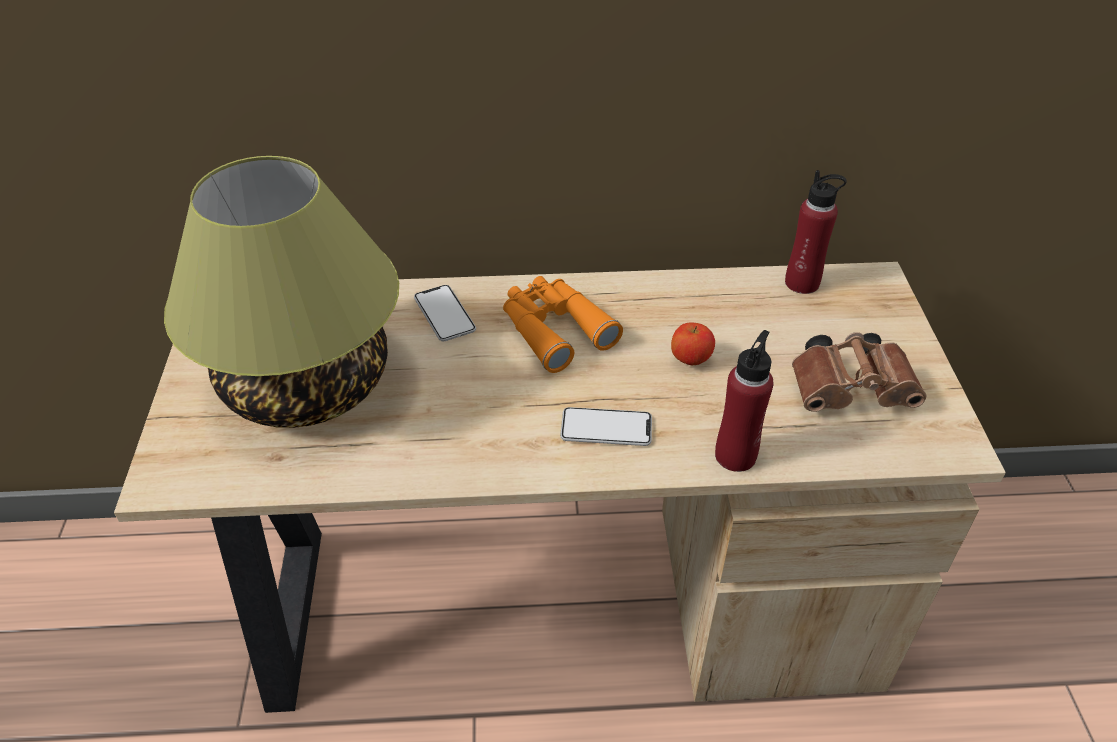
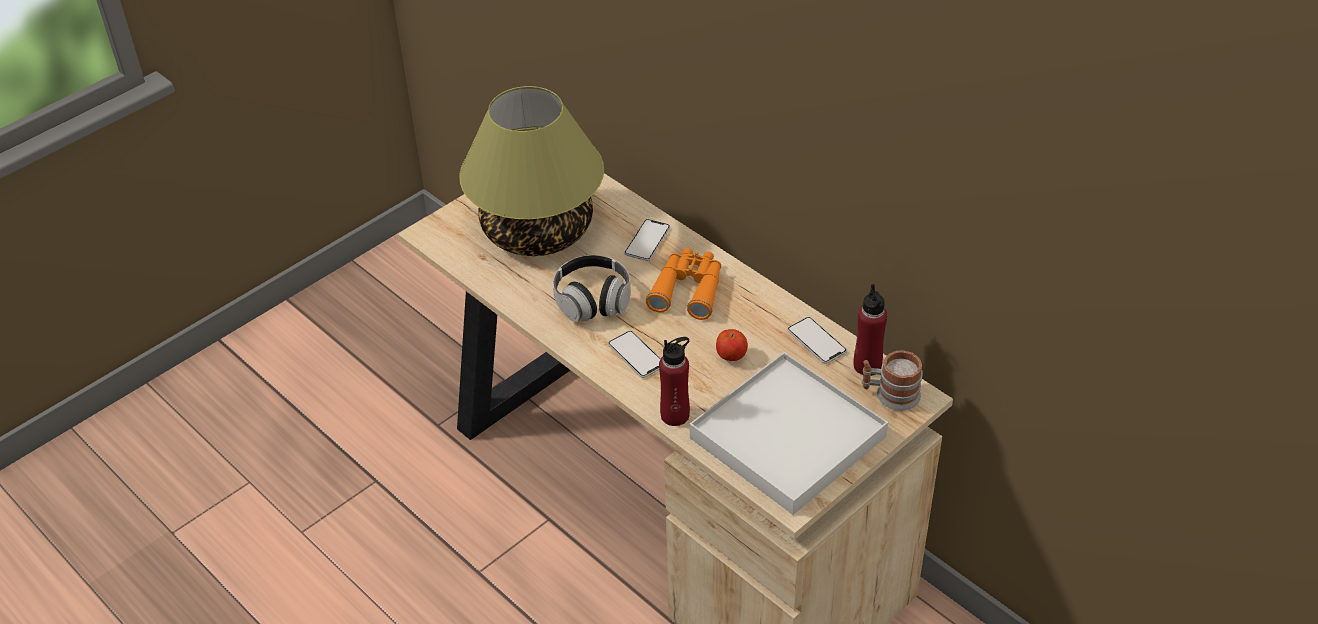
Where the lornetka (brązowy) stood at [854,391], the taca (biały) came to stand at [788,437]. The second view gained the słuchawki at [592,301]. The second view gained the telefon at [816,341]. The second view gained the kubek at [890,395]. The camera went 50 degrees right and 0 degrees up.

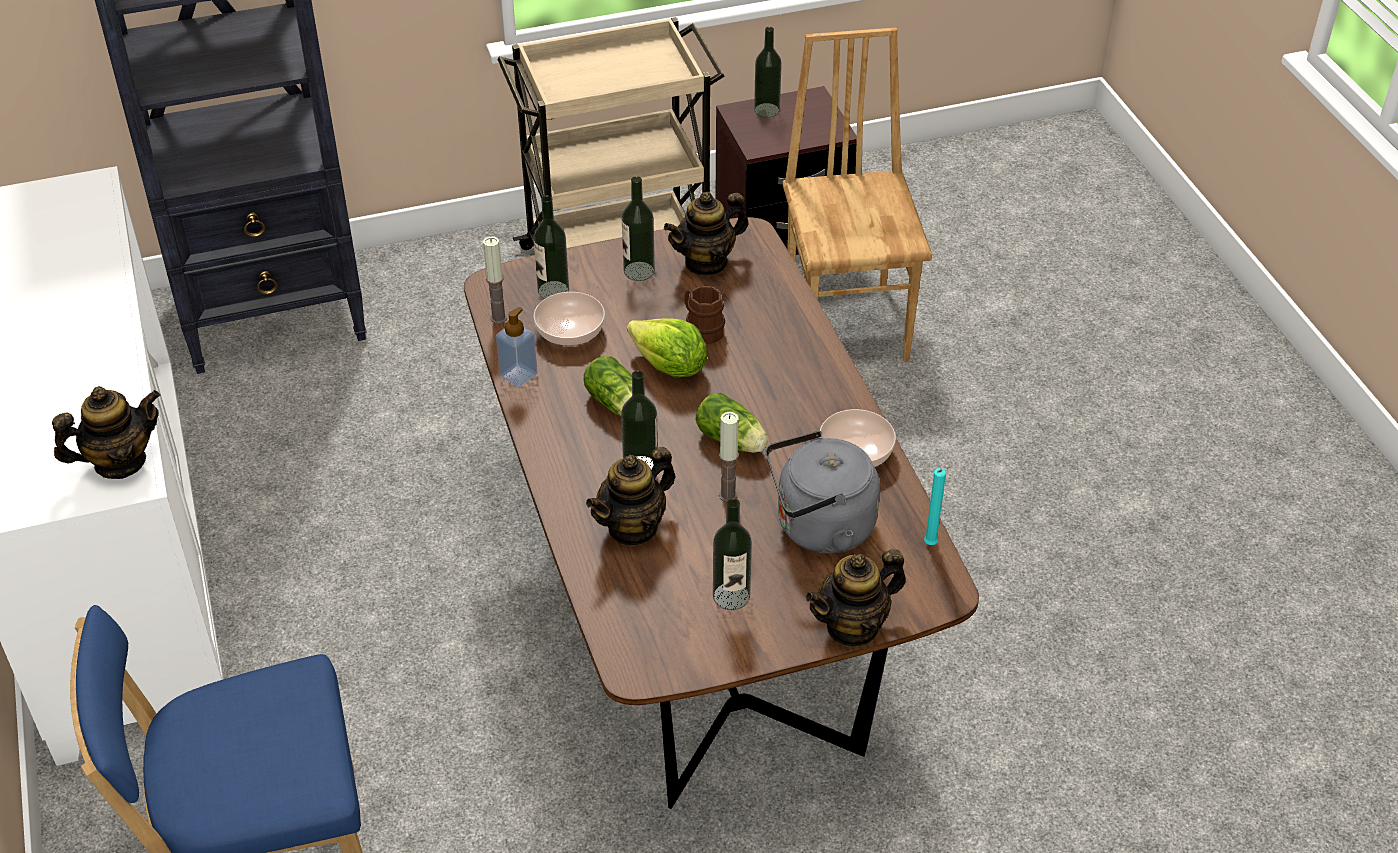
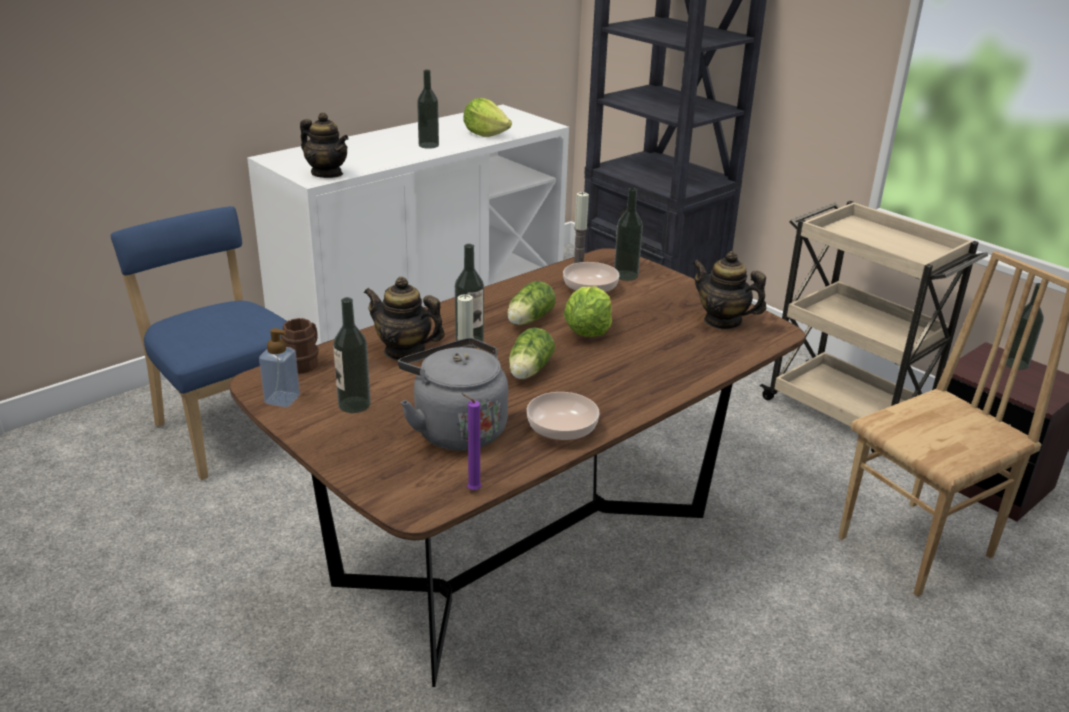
The butelka ended up elsewhere, having gone from [639,271] to [428,145]. The kubek (brązowy) ended up elsewhere, having gone from [701,329] to [304,362]. The dozownik mydła ended up elsewhere, having gone from [518,375] to [282,399]. What was the świeca (turkusowy) at [929,545] turned into the świeca (fioletowy) at [471,490]. The second view lost the imbryk at [853,626]. The second view gained the sałata at [485,134]. The camera went 65 degrees right and 15 degrees down.

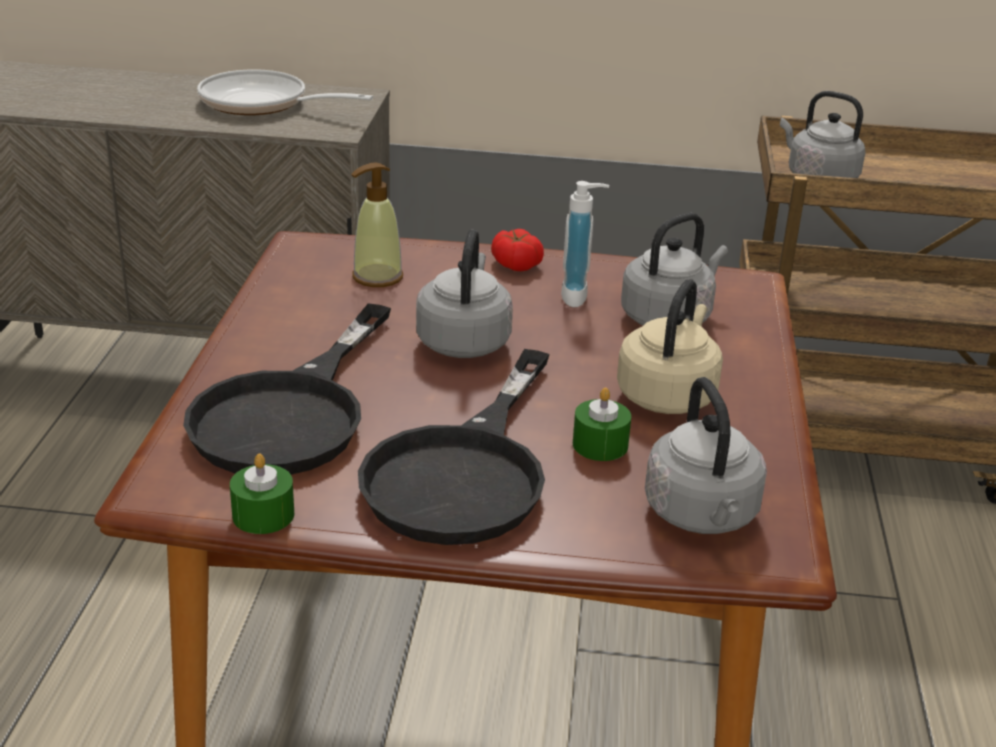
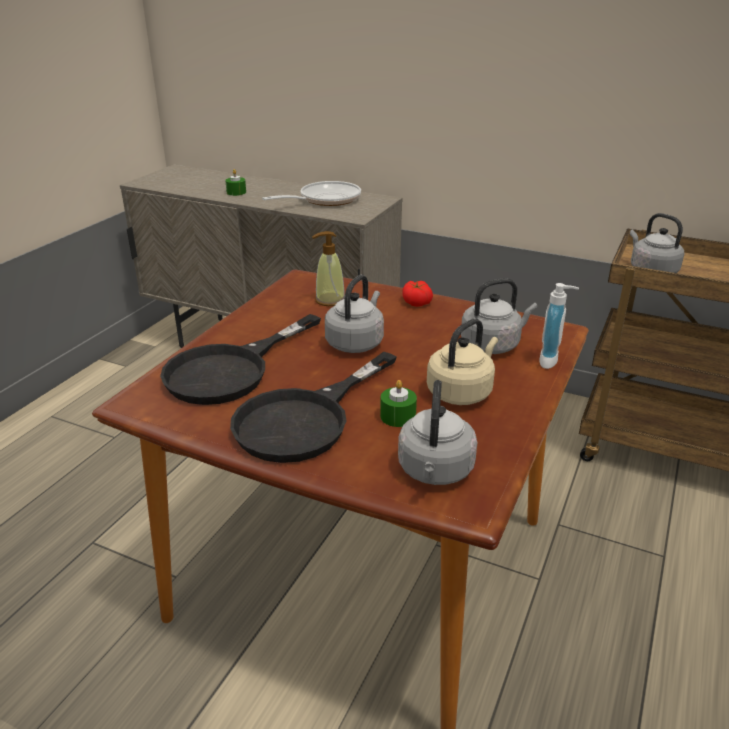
The patelnia at [262,104] ended up facing another way, 105 degrees clockwise from before. The dozownik mydła ended up elsewhere, having gone from [580,296] to [552,361]. The świeca (zielony) ended up elsewhere, having gone from [263,515] to [236,192]. The camera went 20 degrees right and 0 degrees up.

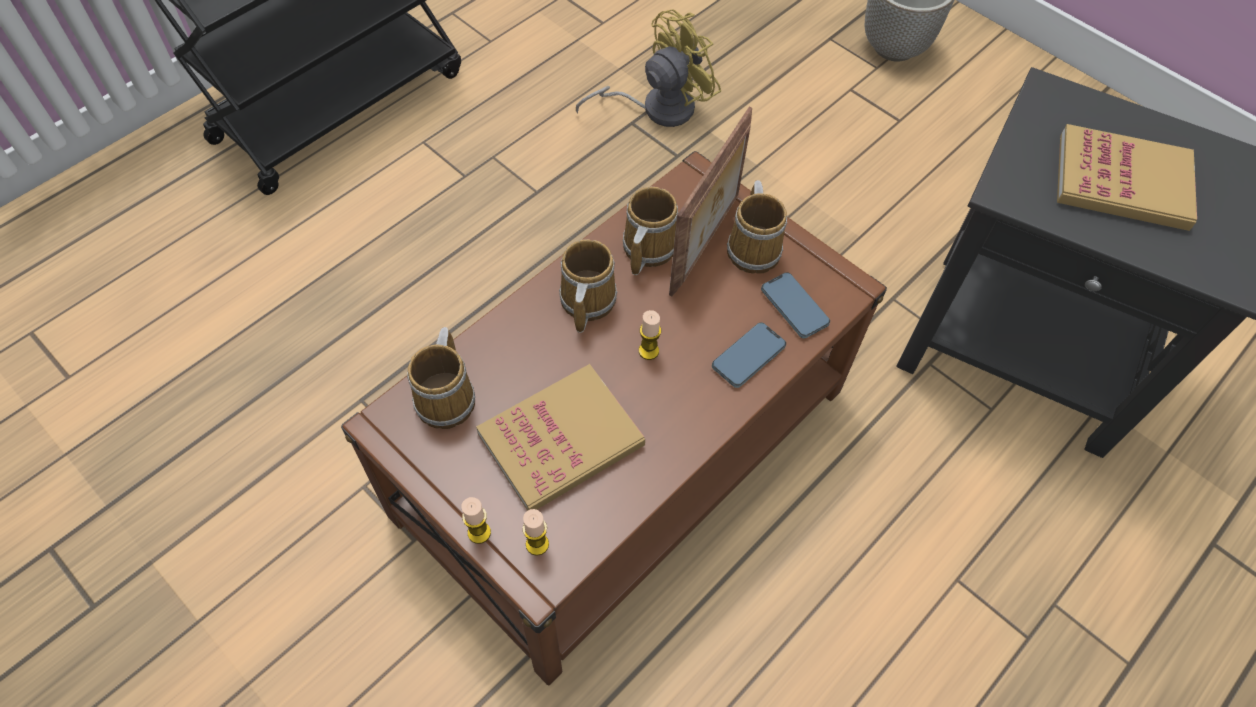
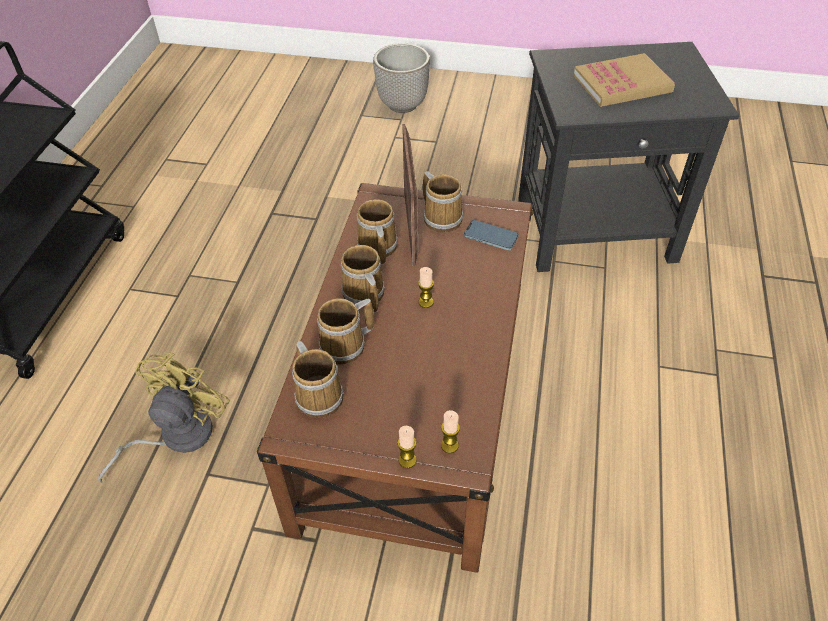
The wentylator (żółty) ended up elsewhere, having gone from [657,108] to [176,436]. The second view lost the telefon at [748,357]. The second view lost the książka at [561,440]. The second view gained the kubek at [346,346]. The camera went 30 degrees left and 10 degrees down.

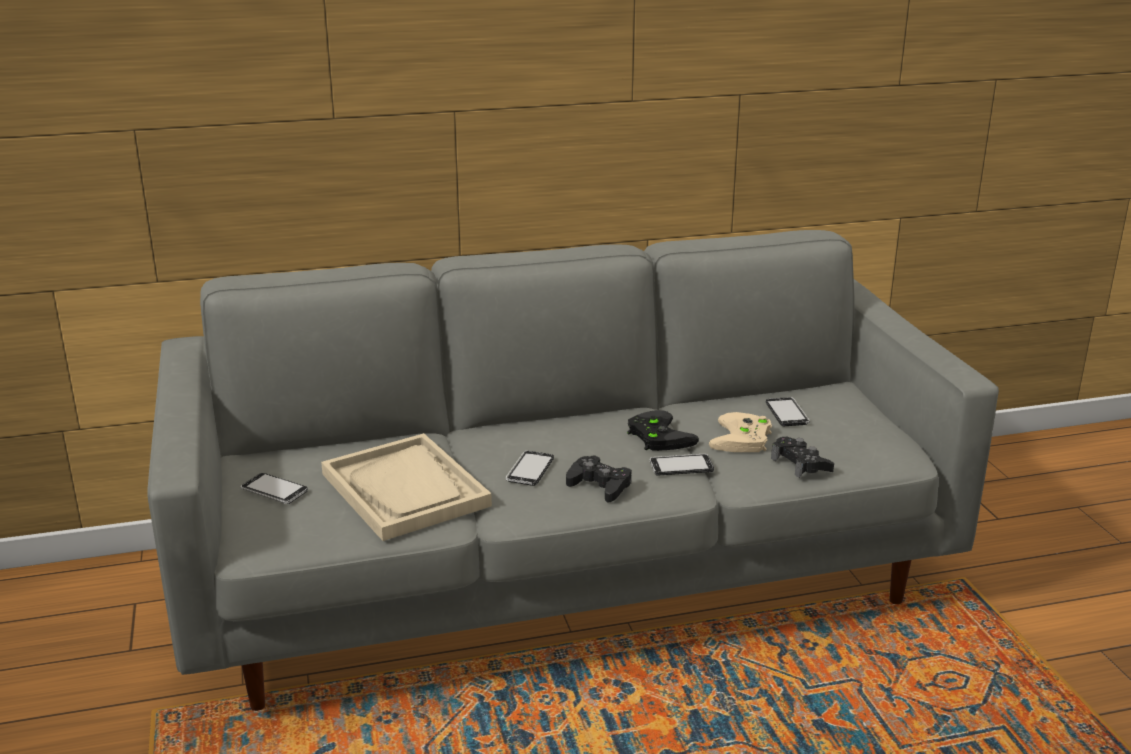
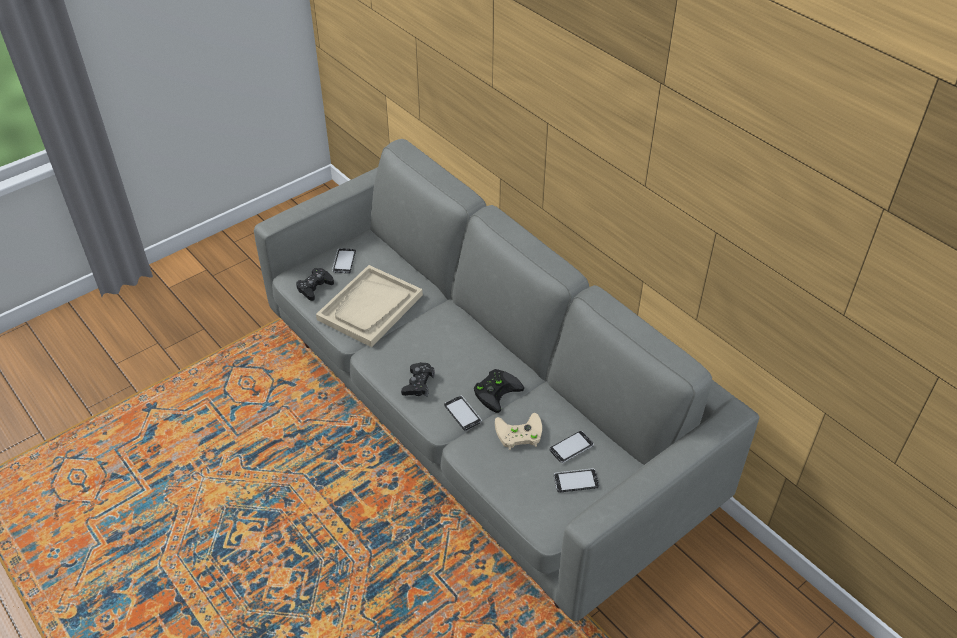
The pad do gier (czarny) ended up elsewhere, having gone from [801,464] to [314,287]. The telefon ended up elsewhere, having gone from [530,470] to [576,481]. The camera went 65 degrees right and 20 degrees up.

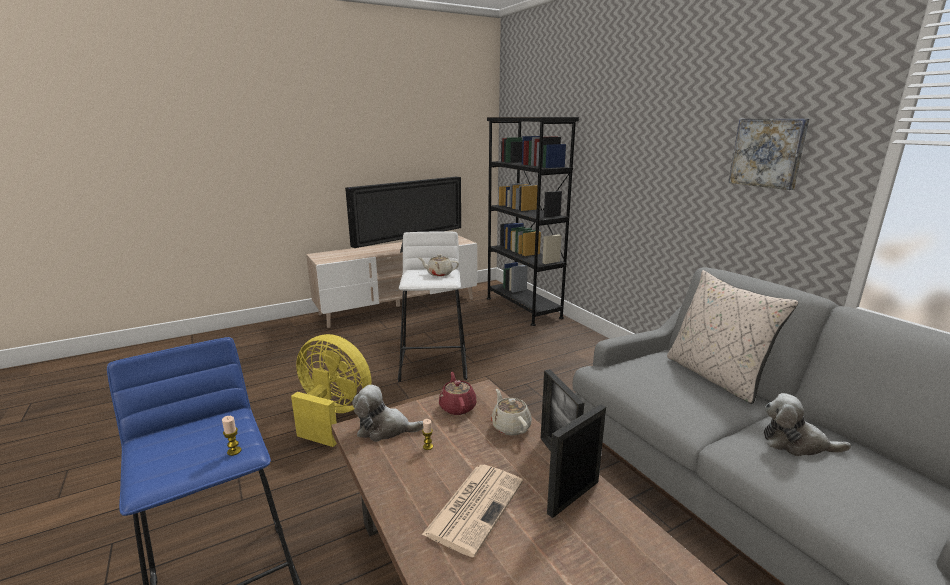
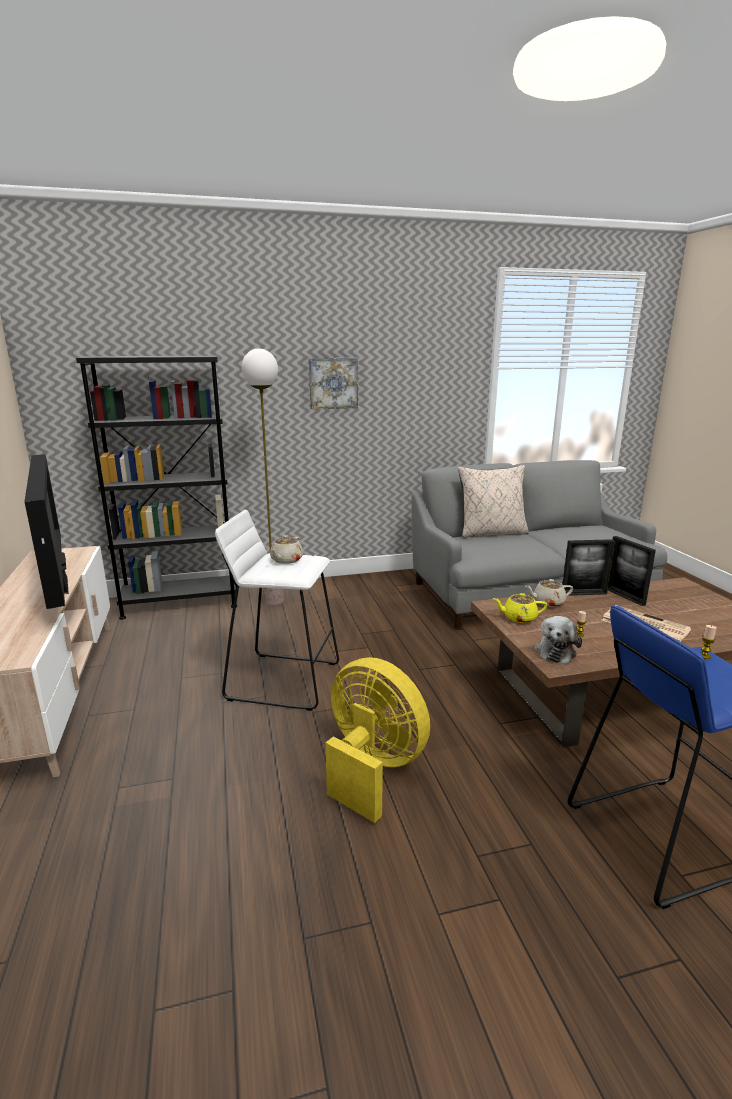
The obraz ended up elsewhere, having gone from [768,153] to [333,383]. The wentylator (żółty) at [332,416] ended up facing another way, 90 degrees clockwise from before. What was the imbryk (czerwony) at [457,407] turned into the imbryk (żółty) at [519,618]. The second view lost the pluszak at [796,443]. The second view gained the lampa stojąca at [273,601]. The camera went 75 degrees left and 0 degrees up.

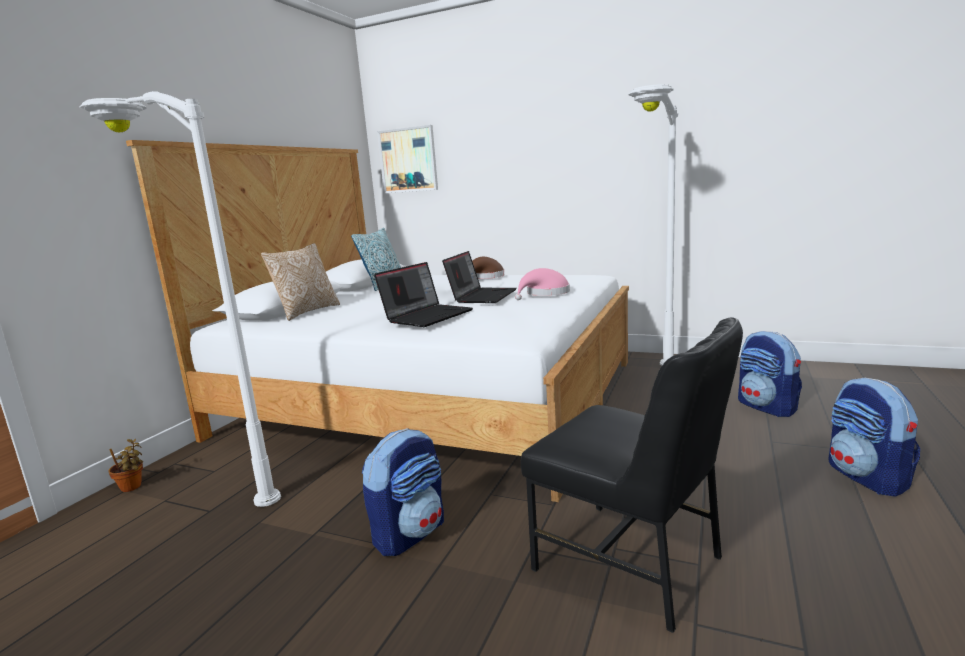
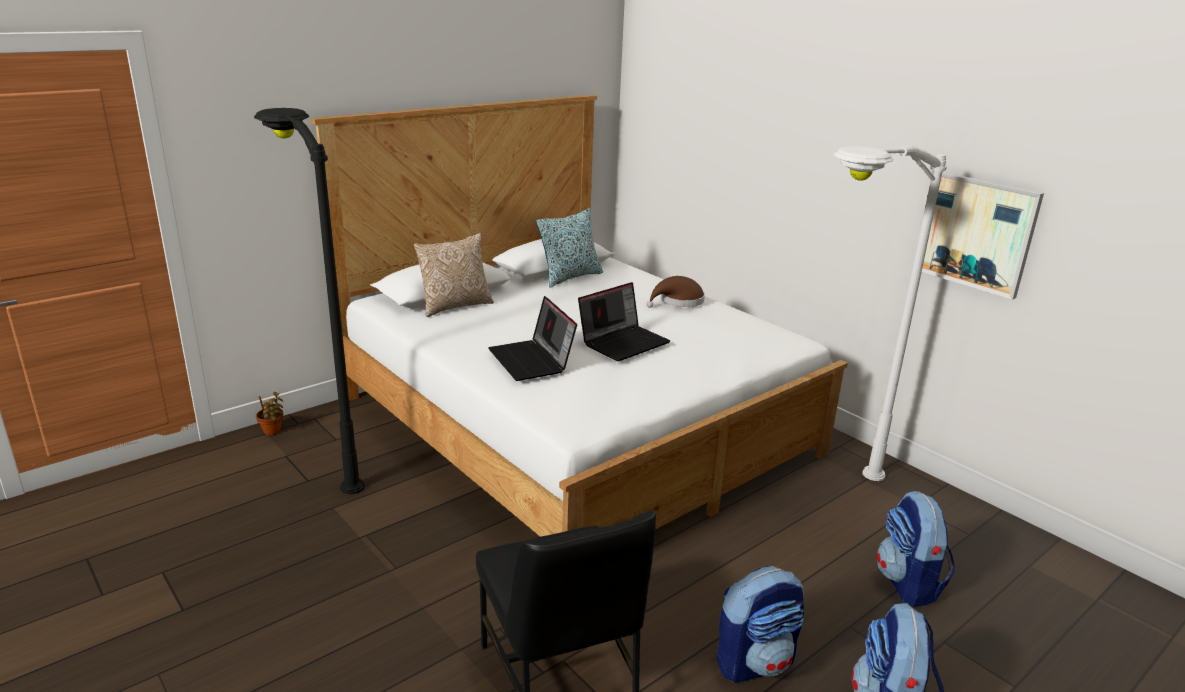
What was the lampa stojąca (biały) at [216,483] turned into the lampa stojąca (czarny) at [329,454]. The obraz ended up elsewhere, having gone from [408,160] to [977,233]. The laptop at [427,316] ended up facing another way, 90 degrees clockwise from before. The second view lost the kapelusz (różowy) at [545,294]. The plecak ended up elsewhere, having gone from [410,533] to [755,661]. The camera went 25 degrees right and 10 degrees up.

